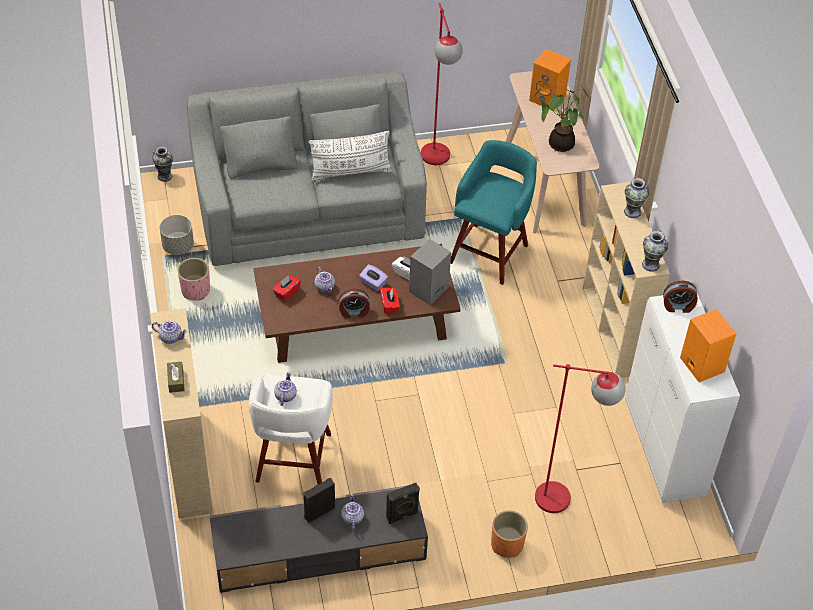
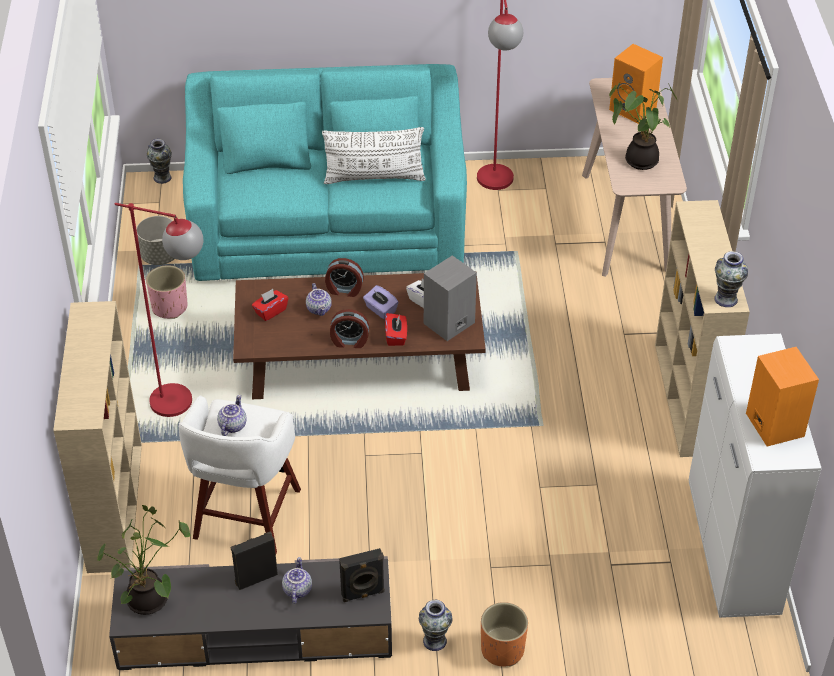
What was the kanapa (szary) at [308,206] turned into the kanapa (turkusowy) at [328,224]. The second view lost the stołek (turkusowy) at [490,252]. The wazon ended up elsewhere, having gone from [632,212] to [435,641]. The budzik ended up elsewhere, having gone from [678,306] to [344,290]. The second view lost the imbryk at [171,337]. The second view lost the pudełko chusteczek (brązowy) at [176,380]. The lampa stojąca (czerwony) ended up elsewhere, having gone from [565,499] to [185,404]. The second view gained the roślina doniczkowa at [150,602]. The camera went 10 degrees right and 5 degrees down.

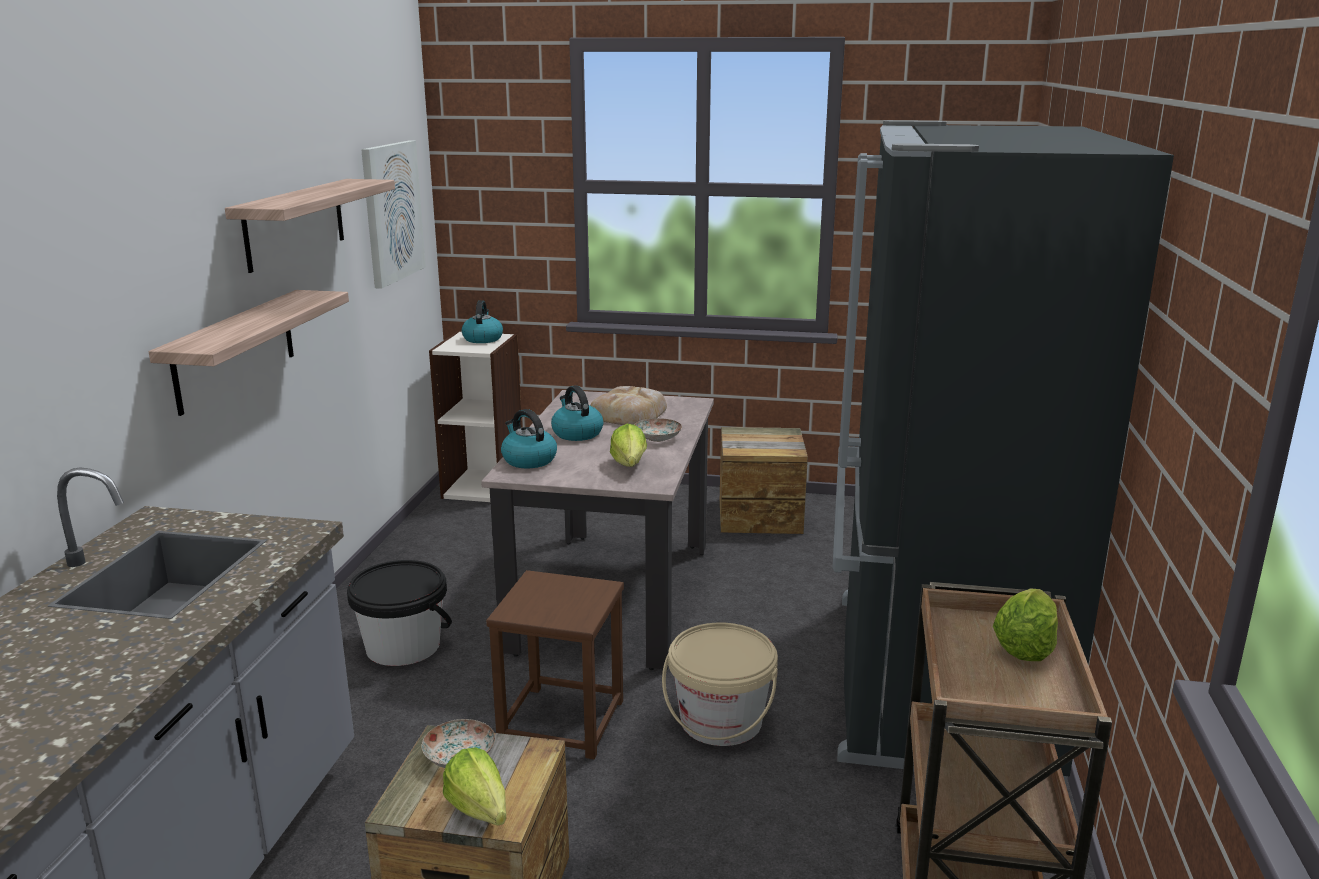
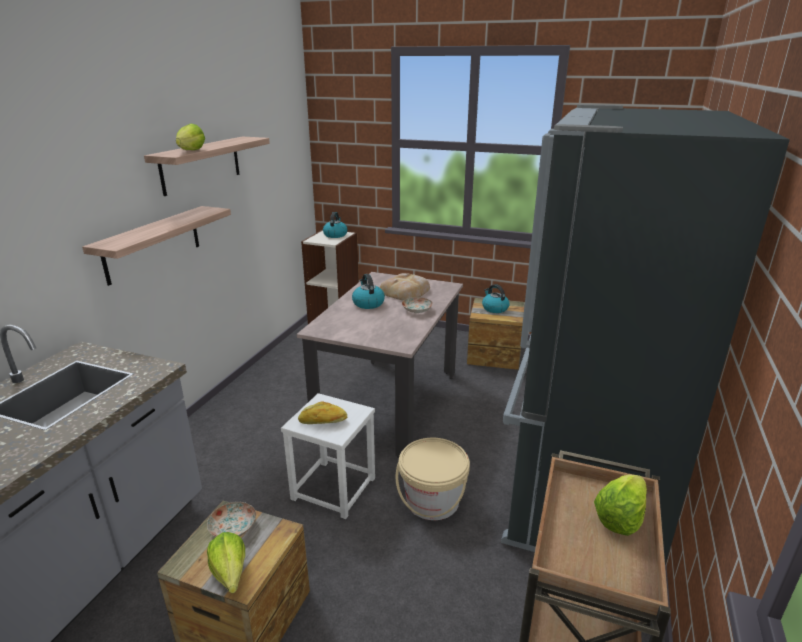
The second view lost the obraz at [392,212]. The czajnik ended up elsewhere, having gone from [528,460] to [494,308]. The sałata ended up elsewhere, having gone from [628,467] to [188,152]. The second view lost the wiadro (czarny) at [403,646]. What was the stołek (brązowy) at [561,722] turned into the stołek (biały) at [333,489]. The second view gained the chleb at [323,421]. The camera went 10 degrees right and 5 degrees up.

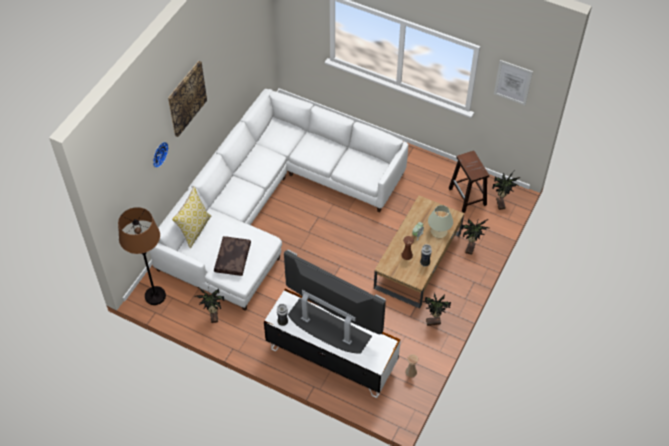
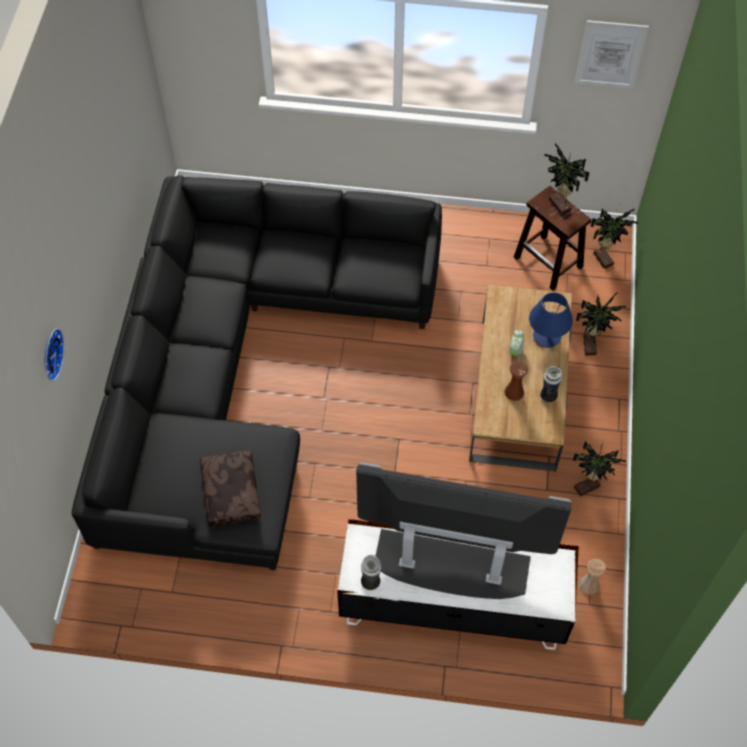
The second view lost the obraz at [186,98]. What was the kanapa (biały) at [270,204] turned into the kanapa (czarny) at [242,369]. The second view lost the poduszka at [194,229]. What was the lampa stołowa (beżowy) at [439,232] turned into the lampa stołowa (niebieski) at [547,336]. The second view lost the lampa stojąca (brązowy) at [155,296]. The roślina doniczkowa ended up elsewhere, having gone from [213,317] to [558,206]. The camera went 20 degrees left and 5 degrees up.

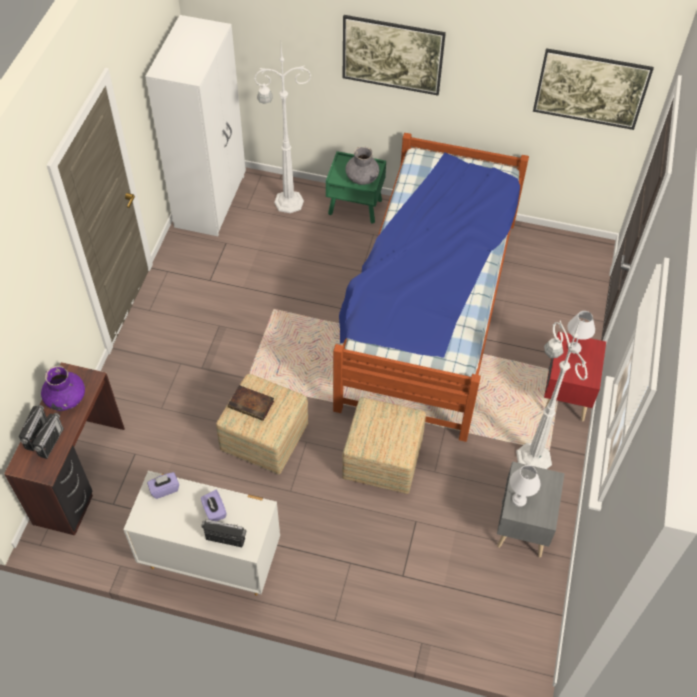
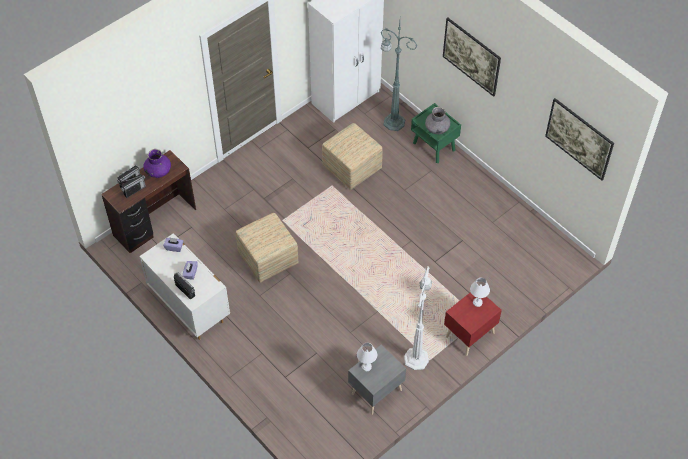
What was the lampa stojąca (biały) at [287,202] turned into the lampa stojąca (zielony) at [393,122]. The second view lost the łóżko at [428,311]. The second view lost the książka at [252,404]. The pufa ended up elsewhere, having gone from [383,459] to [352,168]. The camera went 35 degrees right and 0 degrees up.

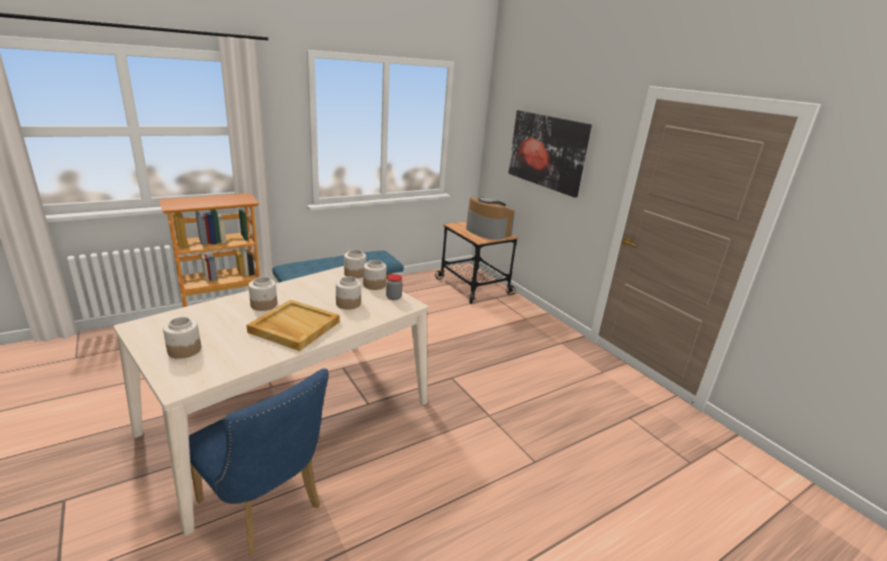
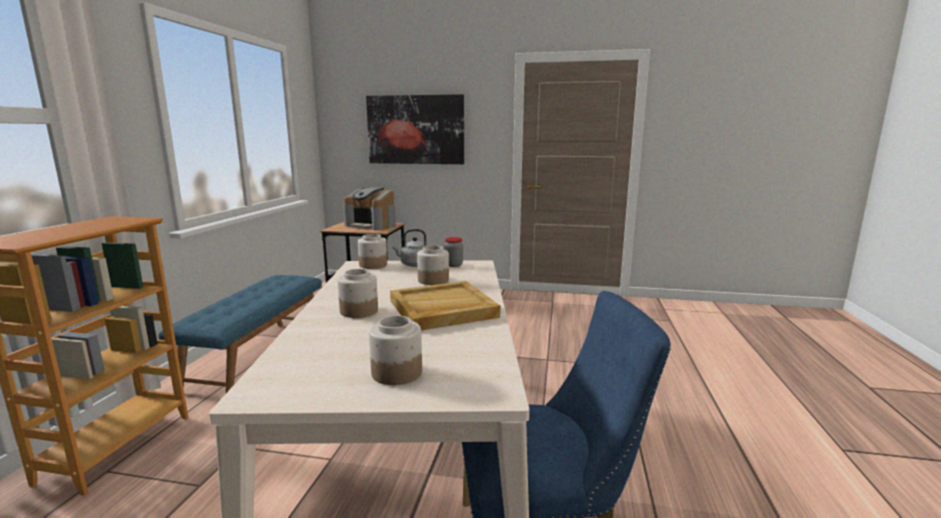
The ekspres do kawy at [487,231] ended up facing another way, 150 degrees counterclockwise from before. Where the słoik stood at [374,285], the czajnik (szary) came to stand at [413,265]. The camera went 45 degrees left and 10 degrees down.

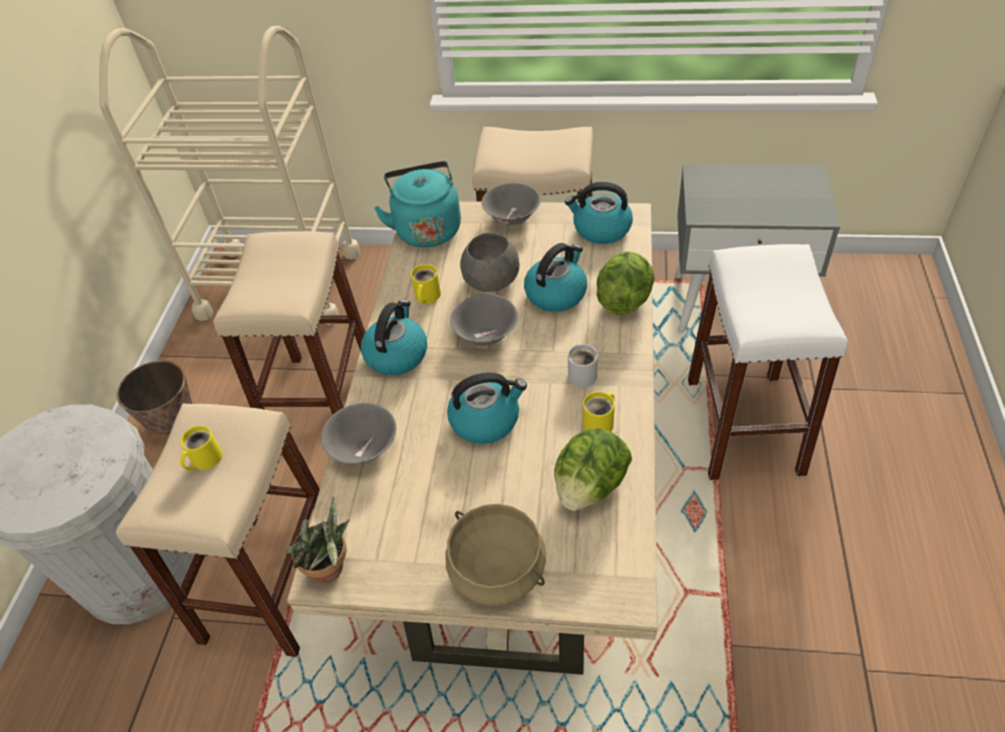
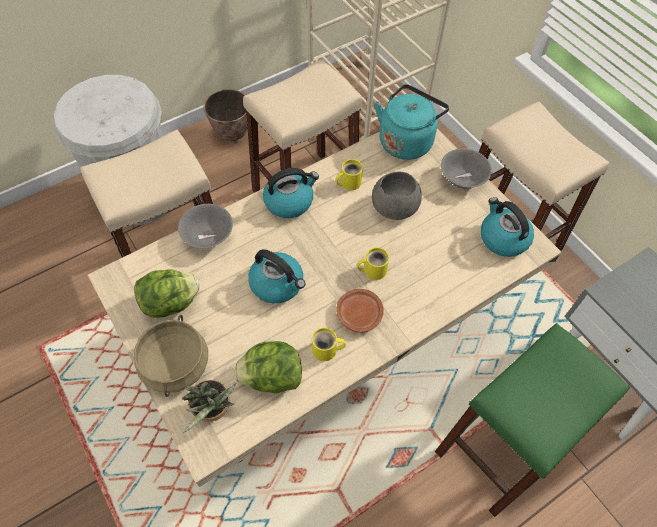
The second view lost the czajnik at [556,293]. What was the stołek (biały) at [744,426] turned into the stołek (zielony) at [501,447]. The sałata ended up elsewhere, having gone from [624,299] to [171,303]. The second view lost the miska (szary) at [485,334]. Where the kubek (biały) stood at [583,374], the talerz (brązowy) came to stand at [359,313]. The kubek (żółty) ended up elsewhere, having gone from [204,459] to [373,269]. The roślina doniczkowa ended up elsewhere, having gone from [332,570] to [214,413]. The camera went 45 degrees right and 10 degrees up.

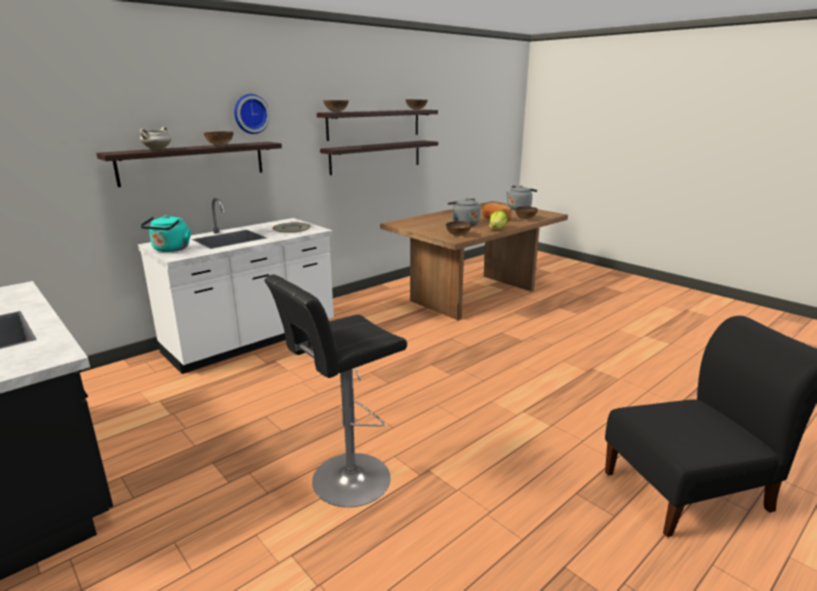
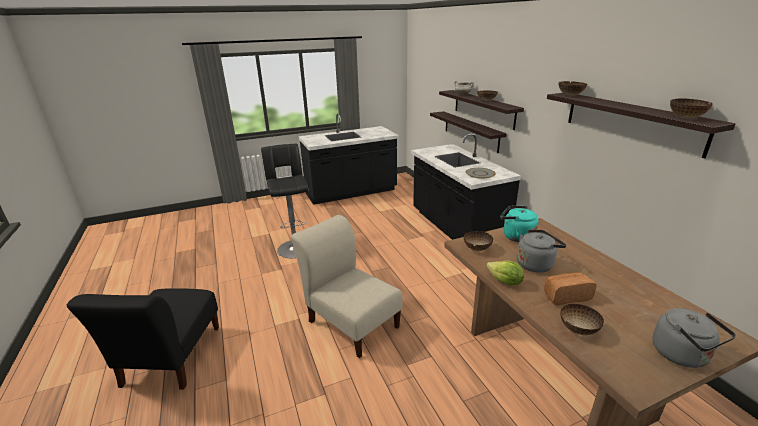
The second view lost the zegar ścienny at [250,114]. The półka ended up elsewhere, having gone from [376,157] to [470,131]. What was the zabudowa kuchenna (biały) at [252,340] turned into the zabudowa kuchenna (czarny) at [455,229]. The czajnik (turkusowy) ended up elsewhere, having gone from [170,249] to [516,236]. The second view gained the krzesło (beżowy) at [351,322]. The camera went 110 degrees right and 5 degrees up.

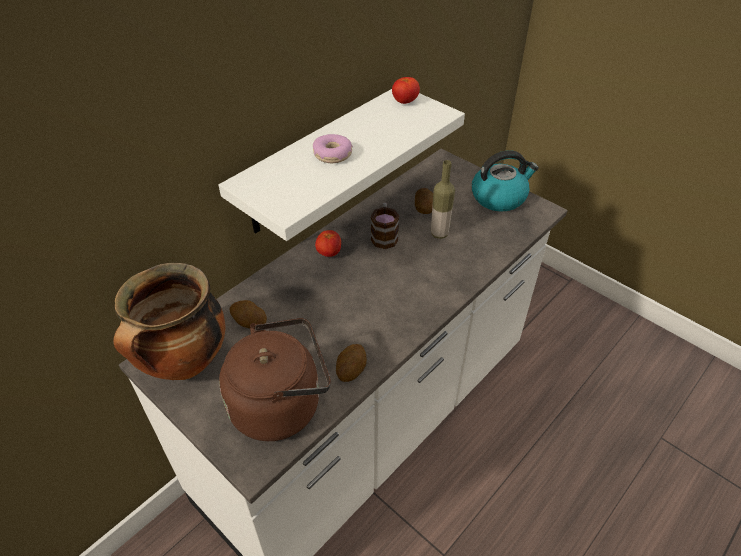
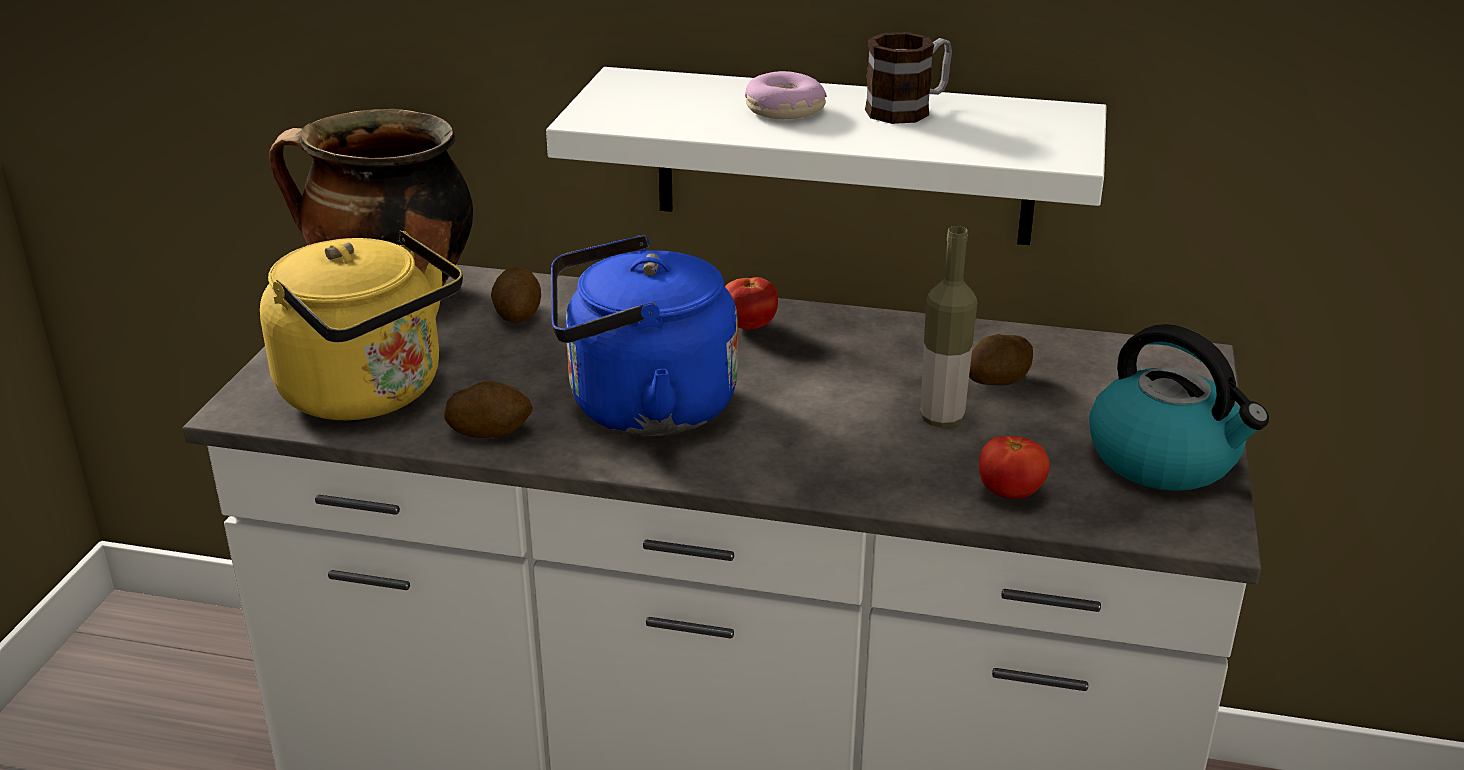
The pomidor ended up elsewhere, having gone from [405,101] to [1010,494]. The kubek ended up elsewhere, having gone from [384,235] to [908,109]. What was the czajnik (brązowy) at [281,404] turned into the czajnik (żółty) at [370,393]. The second view gained the czajnik (niebieski) at [641,408]. The camera went 60 degrees right and 15 degrees down.

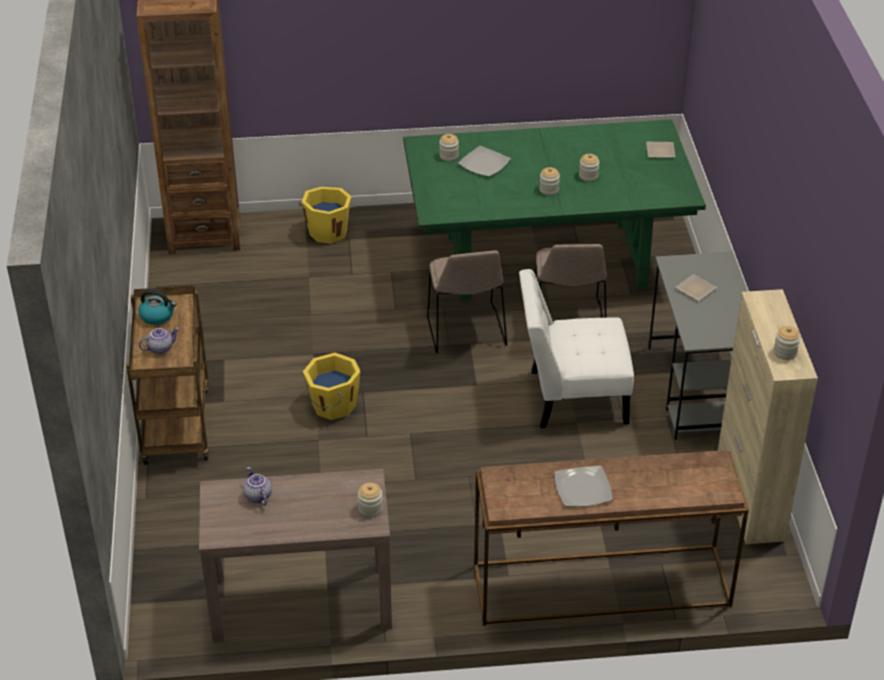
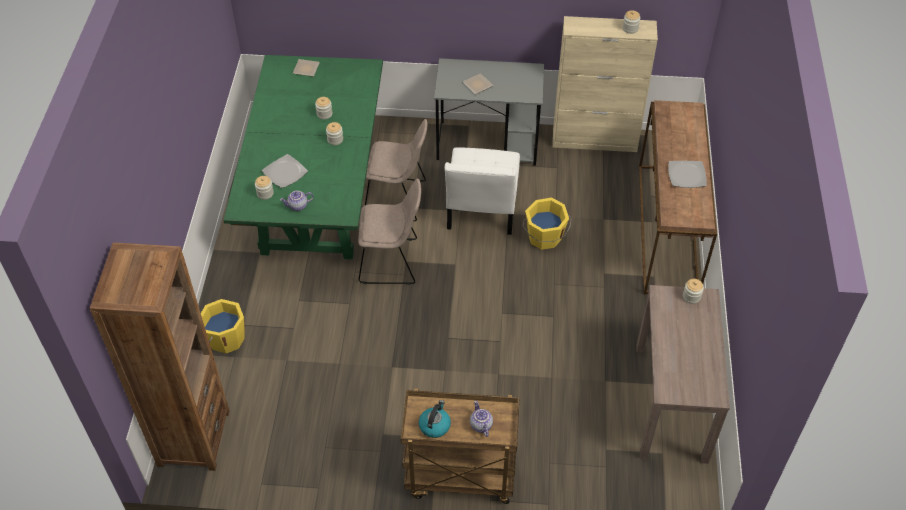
The wiadro (żółty) ended up elsewhere, having gone from [332,405] to [544,237]. The imbryk ended up elsewhere, having gone from [257,496] to [298,206]. The camera went 80 degrees left and 10 degrees up.

